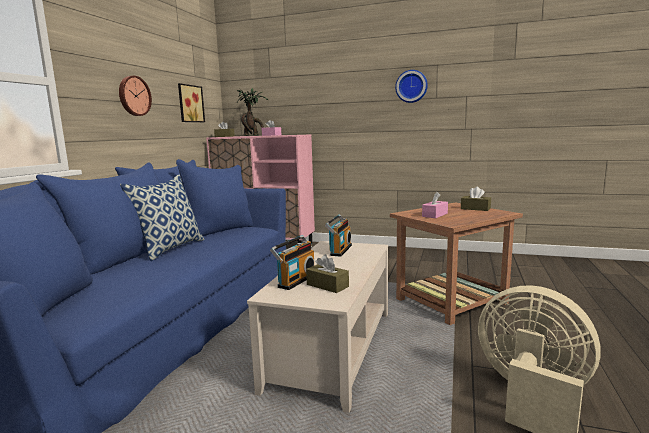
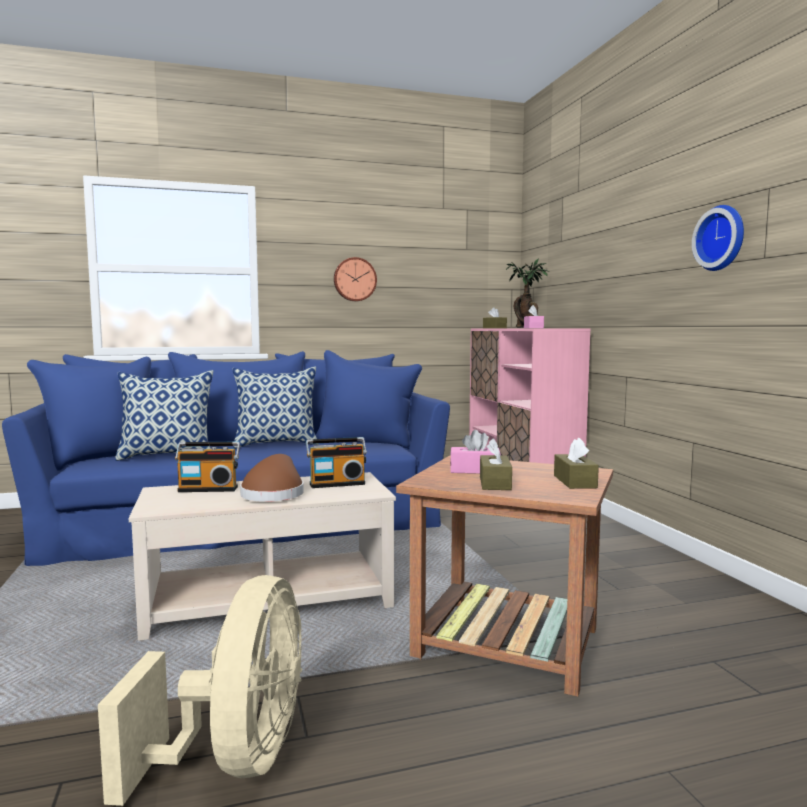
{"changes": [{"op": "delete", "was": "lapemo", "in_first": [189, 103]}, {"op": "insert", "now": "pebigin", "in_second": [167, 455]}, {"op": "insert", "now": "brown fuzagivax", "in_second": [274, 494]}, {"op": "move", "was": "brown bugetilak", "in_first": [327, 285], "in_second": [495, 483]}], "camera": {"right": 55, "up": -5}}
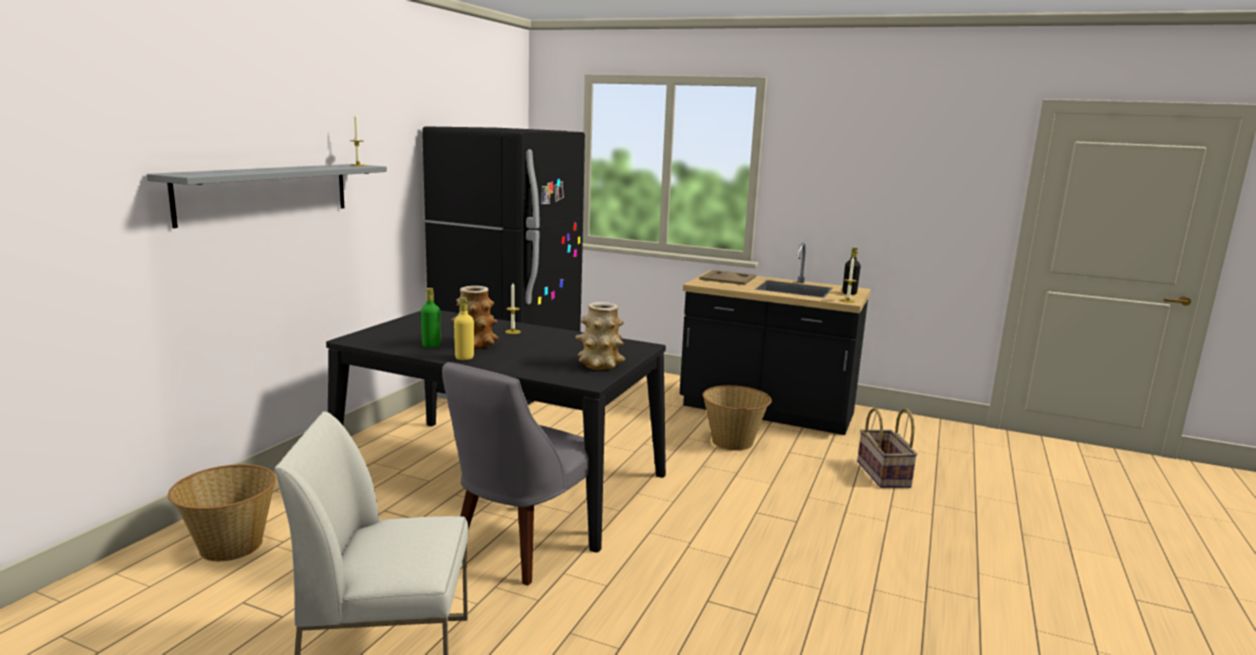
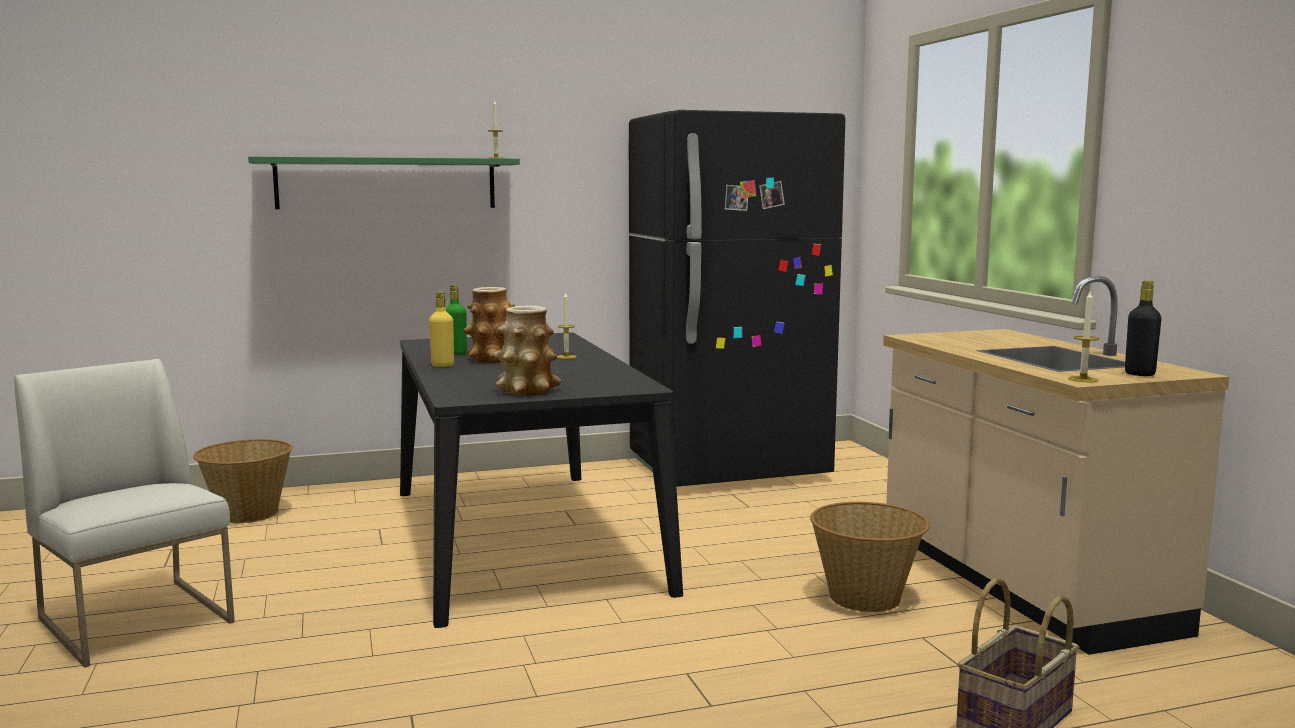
{"changes": [{"op": "delete", "was": "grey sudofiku", "in_first": [520, 546]}, {"op": "delete", "was": "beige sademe", "in_first": [727, 278]}, {"op": "recolor", "was": "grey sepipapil", "now": "green sepipapil", "in_first": [266, 192], "in_second": [387, 183]}, {"op": "recolor", "was": "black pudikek", "now": "beige pudikek", "in_first": [766, 412], "in_second": [1020, 585]}], "camera": {"right": 50, "up": -5}}
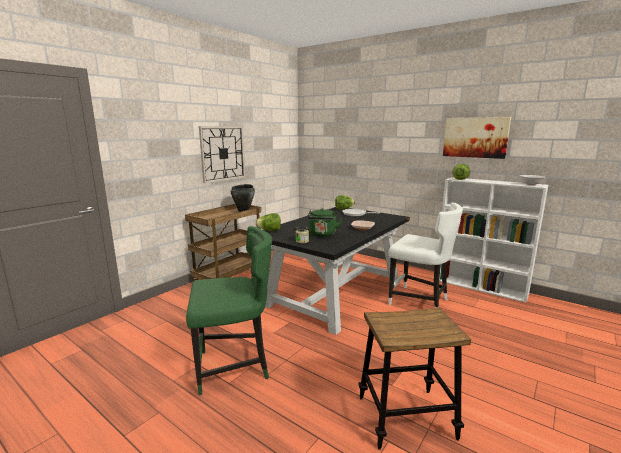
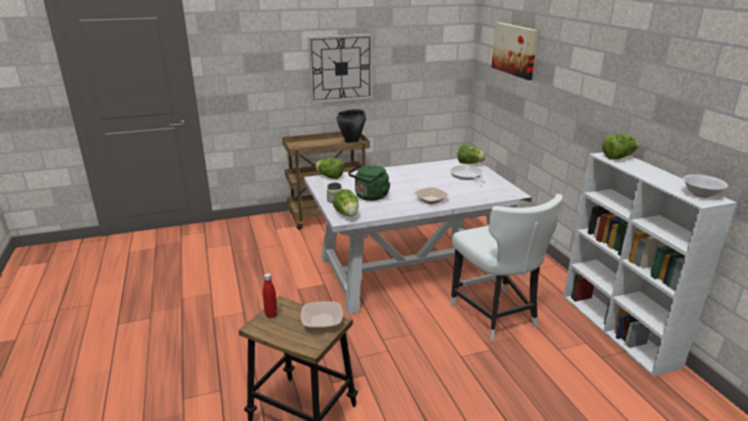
{"changes": [{"op": "delete", "was": "green sudofiku", "in_first": [235, 367]}, {"op": "insert", "now": "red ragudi", "in_second": [271, 315]}, {"op": "insert", "now": "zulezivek", "in_second": [322, 321]}, {"op": "insert", "now": "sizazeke", "in_second": [347, 215]}, {"op": "move", "was": "lapemo", "in_first": [475, 137], "in_second": [515, 50]}, {"op": "recolor", "was": "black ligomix", "now": "white ligomix", "in_first": [335, 294], "in_second": [409, 270]}], "camera": {"right": 35, "up": 10}}
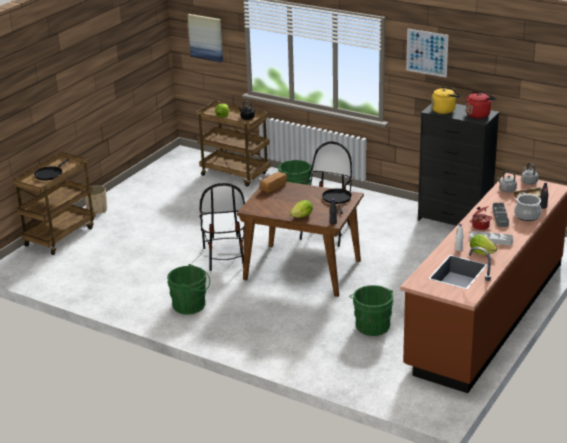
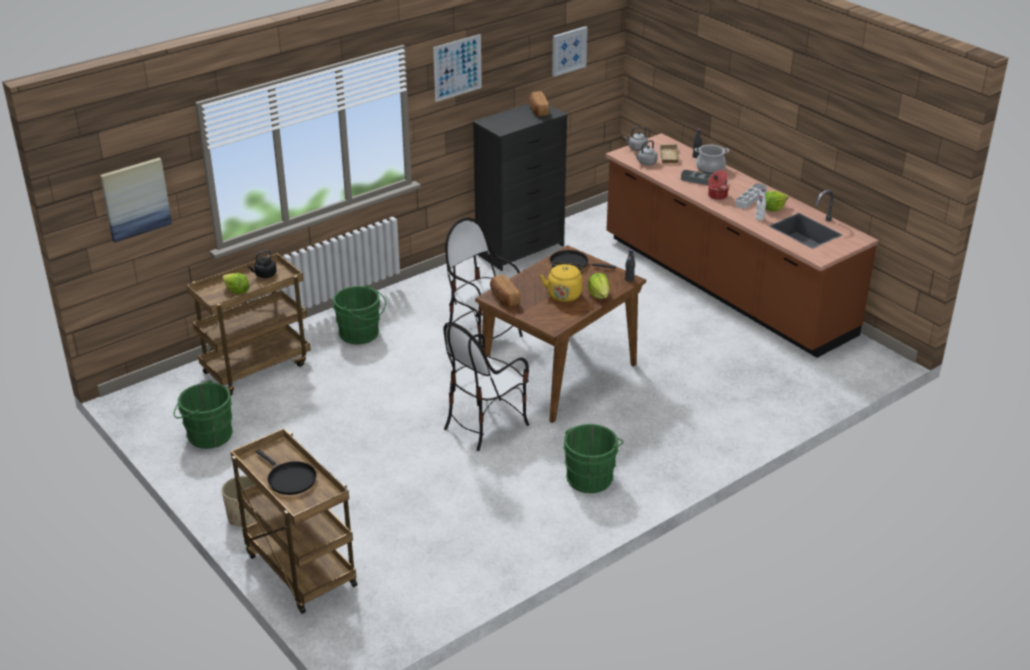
{"changes": [{"op": "insert", "now": "lapemo", "in_second": [568, 51]}, {"op": "move", "was": "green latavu", "in_first": [372, 325], "in_second": [207, 435]}, {"op": "move", "was": "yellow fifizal", "in_first": [444, 110], "in_second": [564, 294]}, {"op": "replace", "was": "red fifizal", "now": "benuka", "in_first": [479, 114], "in_second": [538, 110]}, {"op": "rotate", "was": "sudofiku", "in_first": [225, 257], "in_second": [485, 424], "clockwise": 120}], "camera": {"right": -70, "up": 5}}
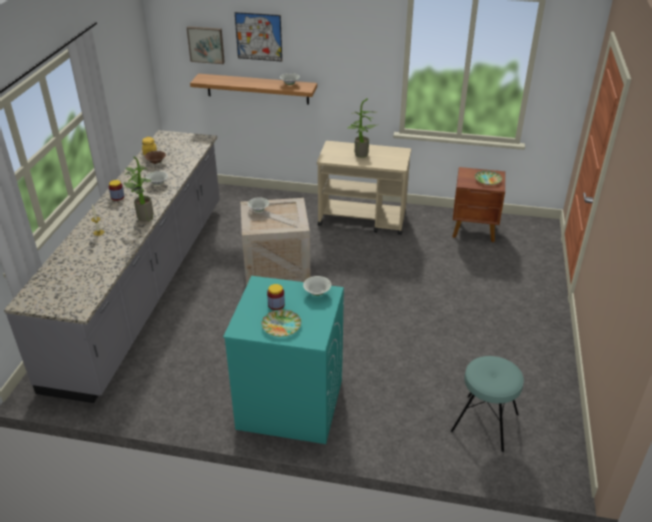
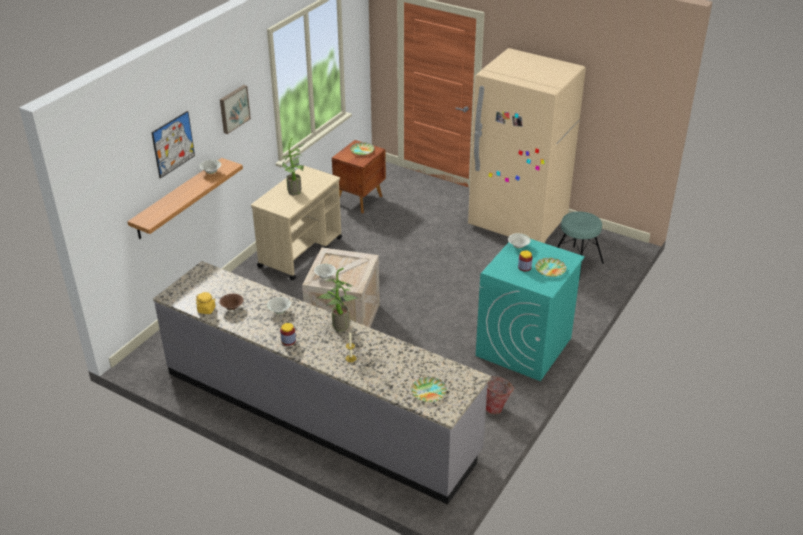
{"changes": [{"op": "insert", "now": "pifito", "in_second": [428, 391]}, {"op": "insert", "now": "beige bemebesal", "in_second": [518, 223]}, {"op": "insert", "now": "latavu", "in_second": [496, 408]}, {"op": "move", "was": "lapemo", "in_first": [206, 44], "in_second": [233, 108]}], "camera": {"right": -70, "up": 0}}
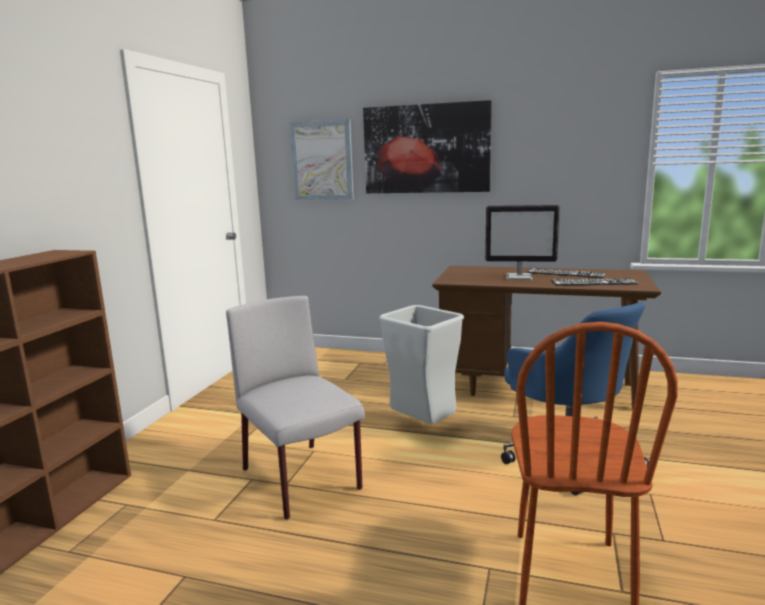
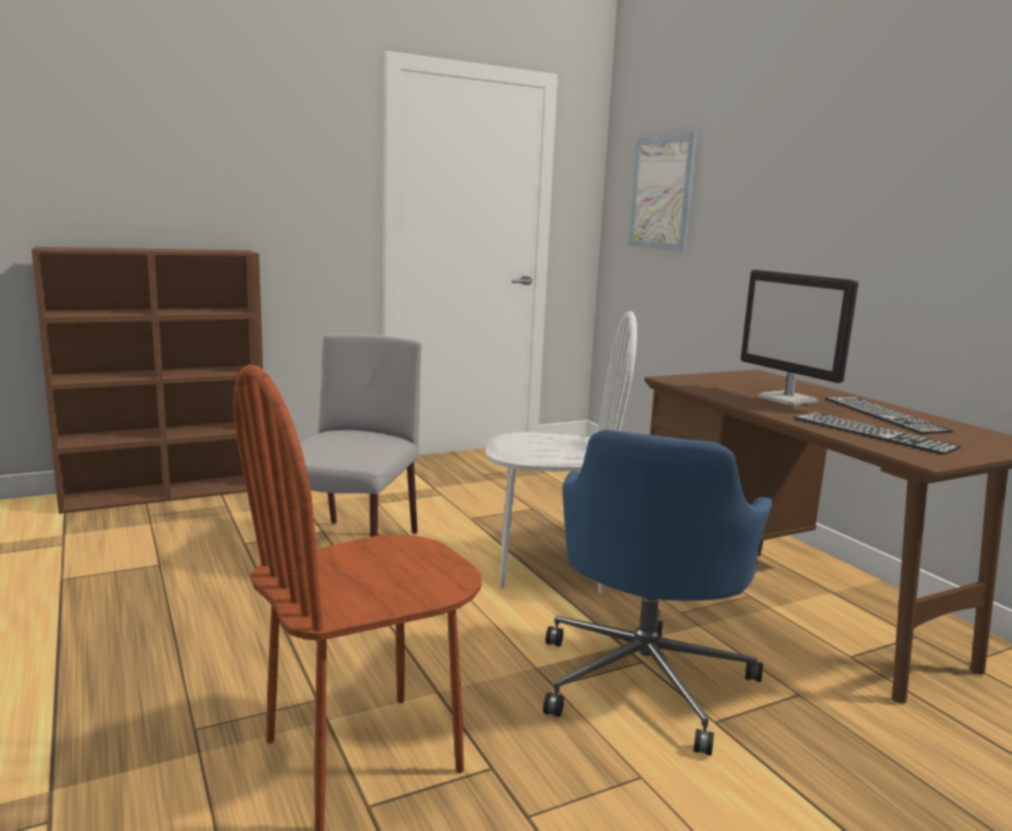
{"changes": [{"op": "delete", "was": "lapemo", "in_first": [426, 149]}, {"op": "replace", "was": "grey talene", "now": "white sudofiku", "in_first": [423, 427], "in_second": [549, 569]}], "camera": {"right": 45, "up": 0}}
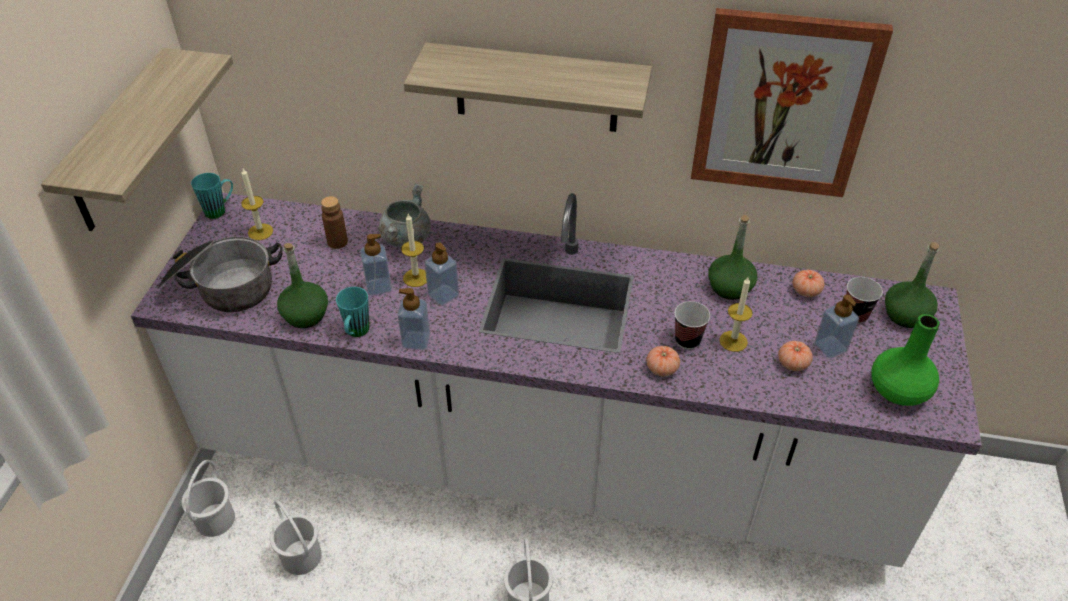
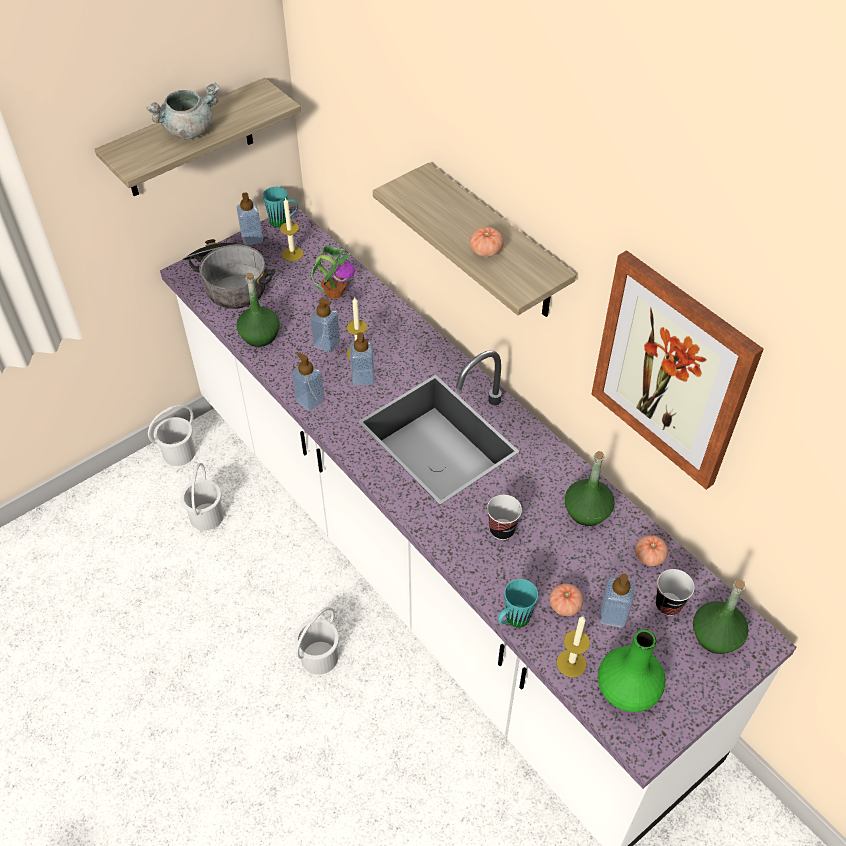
{"changes": [{"op": "insert", "now": "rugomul", "in_second": [252, 238]}, {"op": "move", "was": "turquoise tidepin", "in_first": [356, 333], "in_second": [513, 621]}, {"op": "move", "was": "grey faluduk", "in_first": [406, 238], "in_second": [189, 130]}, {"op": "move", "was": "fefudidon", "in_first": [662, 368], "in_second": [486, 251]}, {"op": "move", "was": "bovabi", "in_first": [733, 341], "in_second": [571, 663]}, {"op": "replace", "was": "brown ragudi", "now": "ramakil", "in_first": [337, 242], "in_second": [334, 292]}], "camera": {"right": 40, "up": 5}}
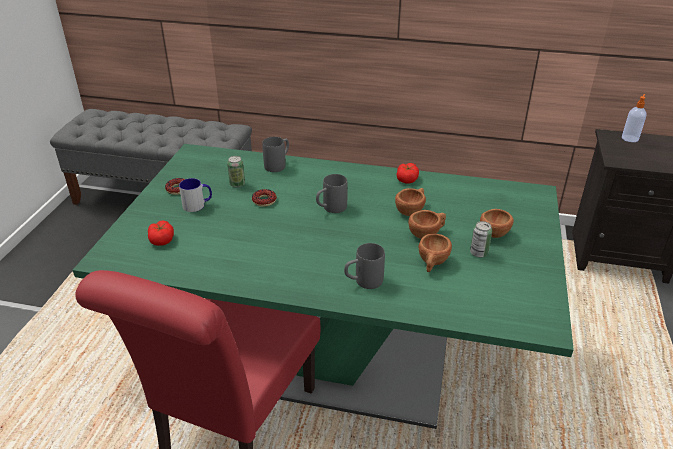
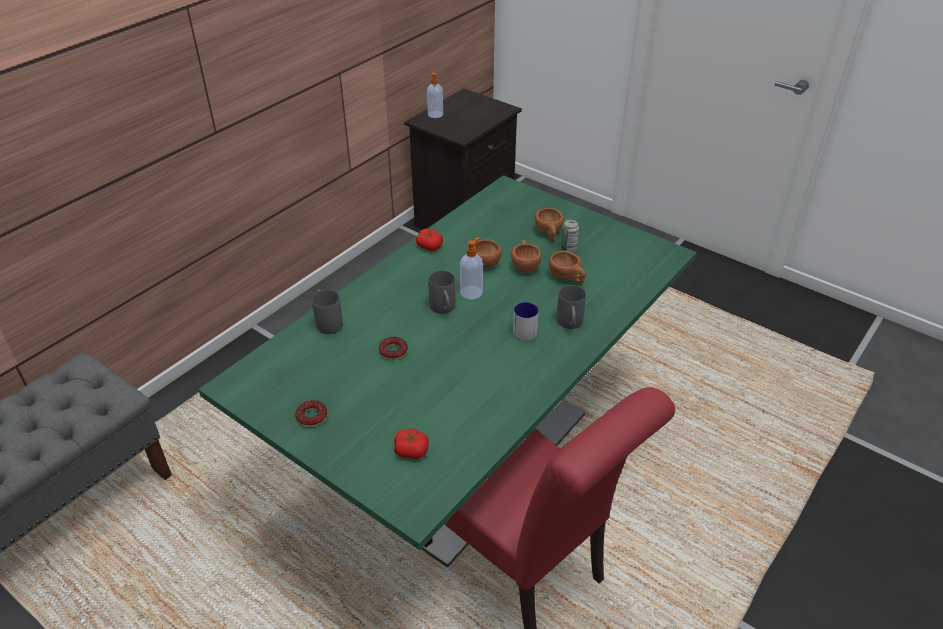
{"changes": [{"op": "delete", "was": "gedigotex", "in_first": [237, 184]}, {"op": "insert", "now": "rugomul", "in_second": [472, 292]}, {"op": "move", "was": "tidepin", "in_first": [198, 205], "in_second": [525, 329]}], "camera": {"right": -65, "up": 5}}
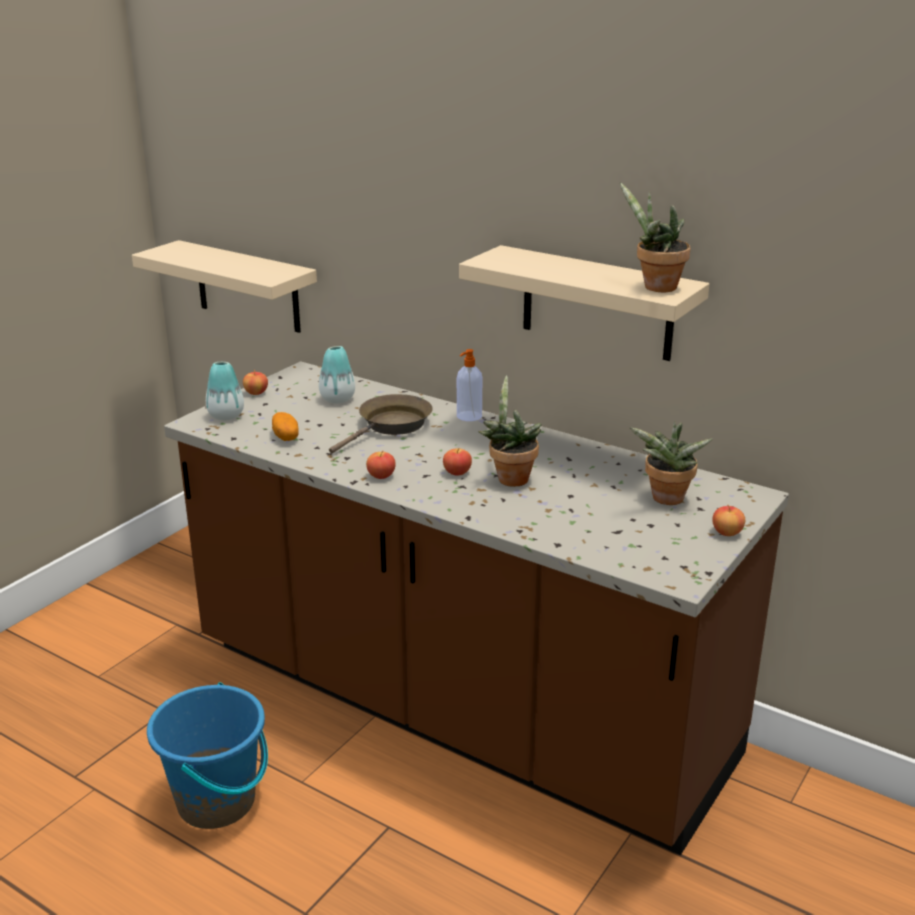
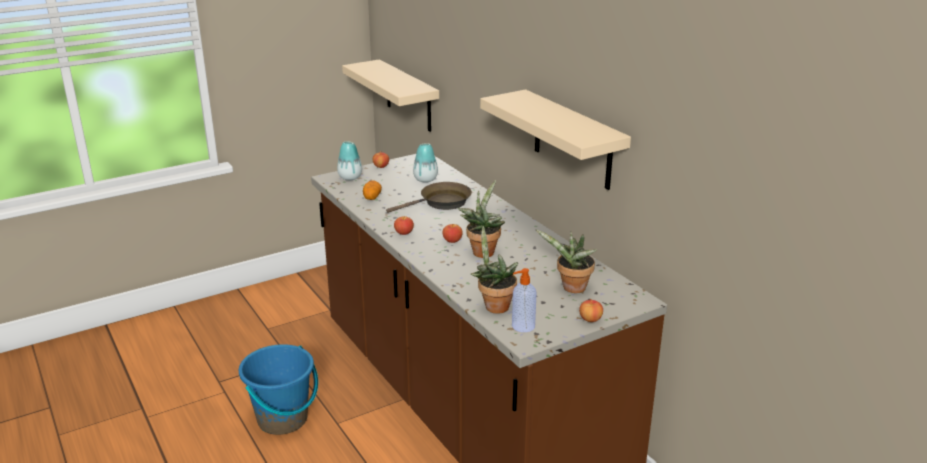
{"changes": [{"op": "move", "was": "rugomul", "in_first": [468, 416], "in_second": [522, 326]}, {"op": "move", "was": "ramakil", "in_first": [655, 287], "in_second": [494, 306]}], "camera": {"right": 25, "up": 0}}
